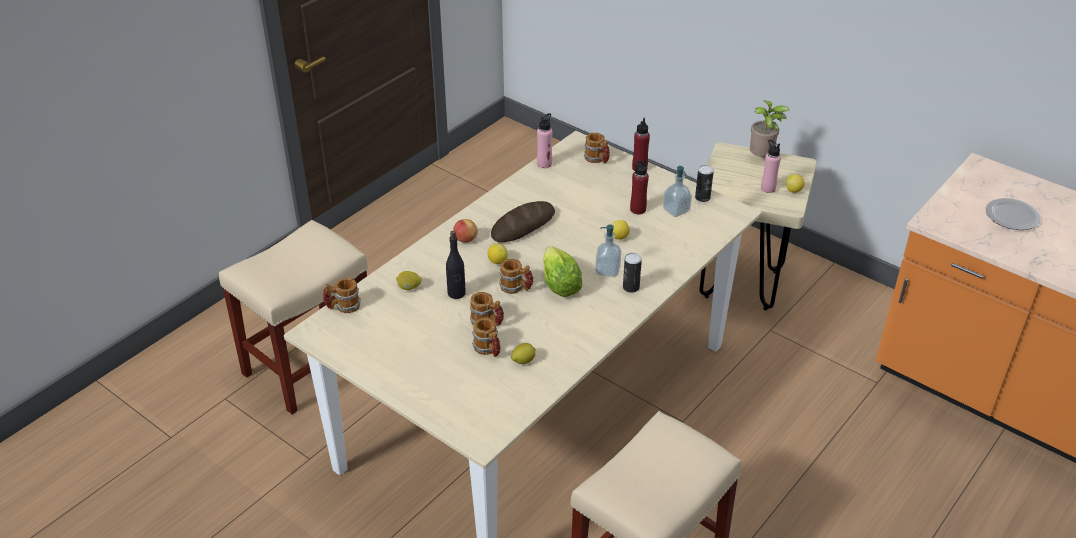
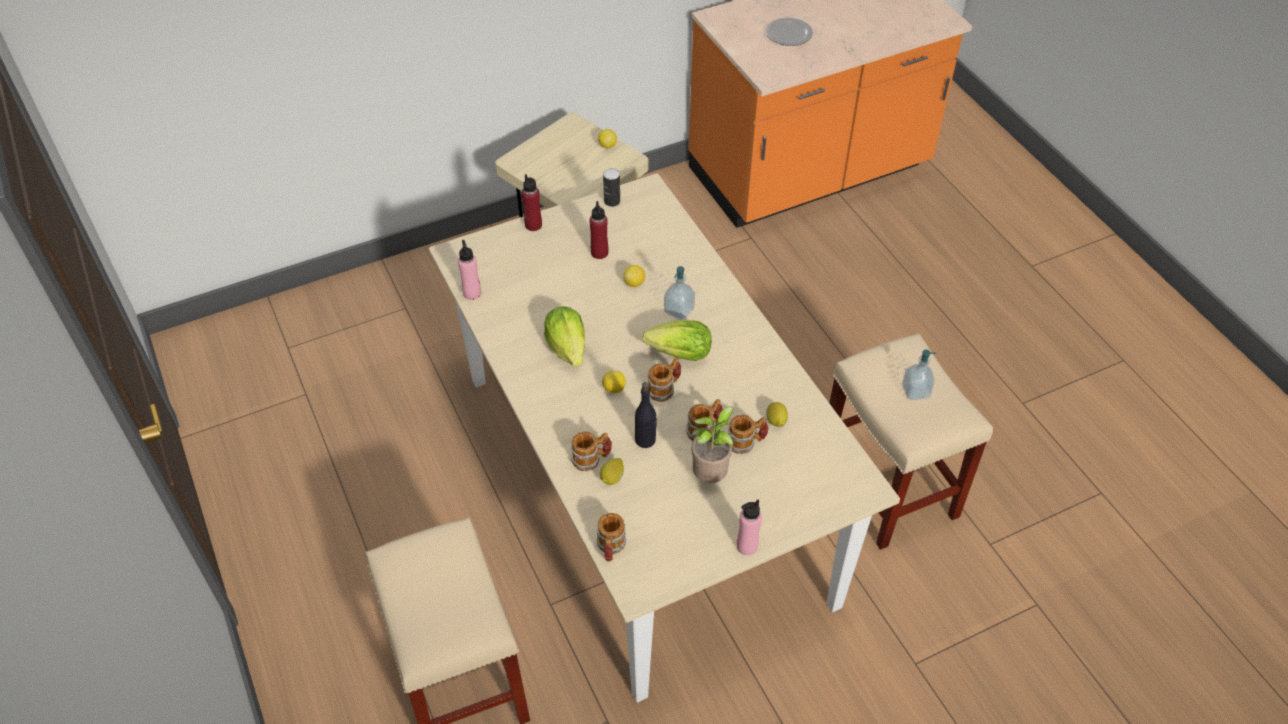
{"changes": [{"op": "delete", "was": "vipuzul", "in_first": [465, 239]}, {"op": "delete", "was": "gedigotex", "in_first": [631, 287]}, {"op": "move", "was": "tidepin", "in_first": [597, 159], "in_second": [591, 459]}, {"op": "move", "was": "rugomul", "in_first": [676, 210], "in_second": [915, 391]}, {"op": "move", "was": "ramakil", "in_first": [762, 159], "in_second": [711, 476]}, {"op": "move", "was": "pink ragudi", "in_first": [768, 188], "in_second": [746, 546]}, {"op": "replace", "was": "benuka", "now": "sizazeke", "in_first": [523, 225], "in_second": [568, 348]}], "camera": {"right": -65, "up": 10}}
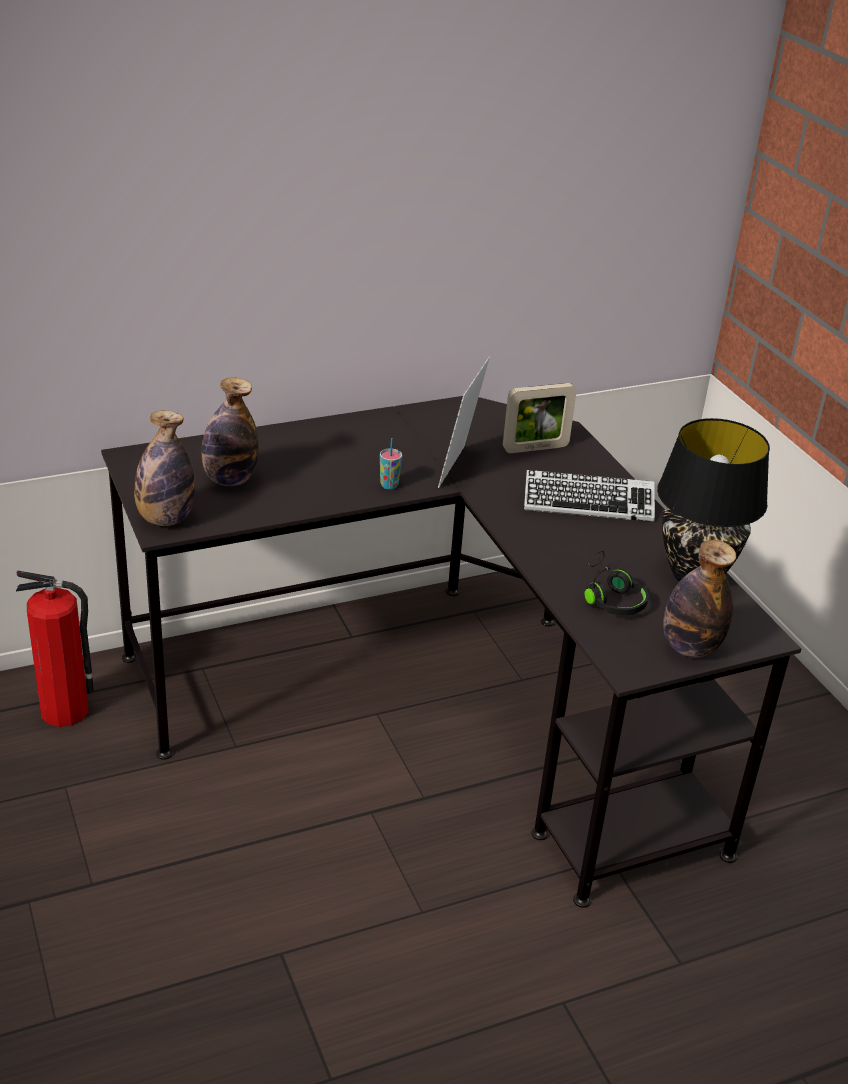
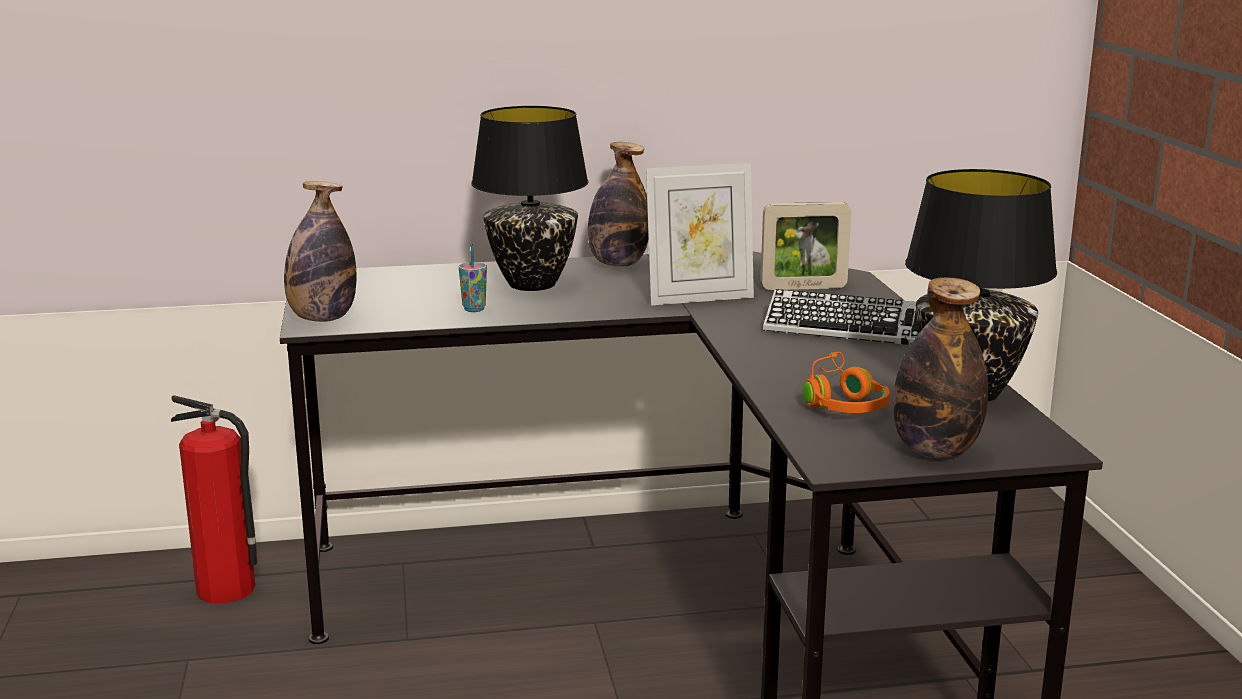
{"changes": [{"op": "insert", "now": "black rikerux", "in_second": [532, 284]}, {"op": "move", "was": "ragudi", "in_first": [230, 479], "in_second": [618, 264]}, {"op": "move", "was": "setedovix", "in_first": [389, 485], "in_second": [474, 309]}, {"op": "recolor", "was": "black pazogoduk", "now": "orange pazogoduk", "in_first": [610, 597], "in_second": [842, 402]}, {"op": "rotate", "was": "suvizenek", "in_first": [459, 468], "in_second": [699, 298], "clockwise": -135}], "camera": {"right": 15, "up": -15}}
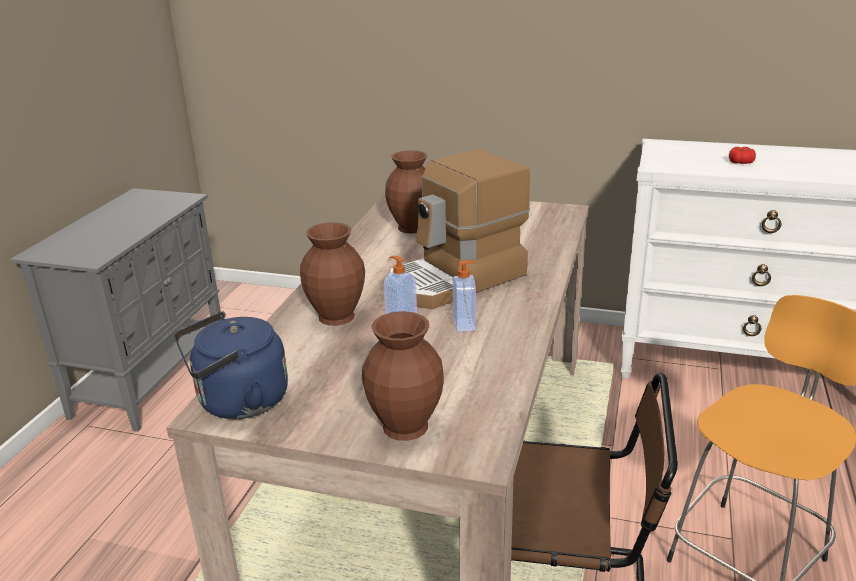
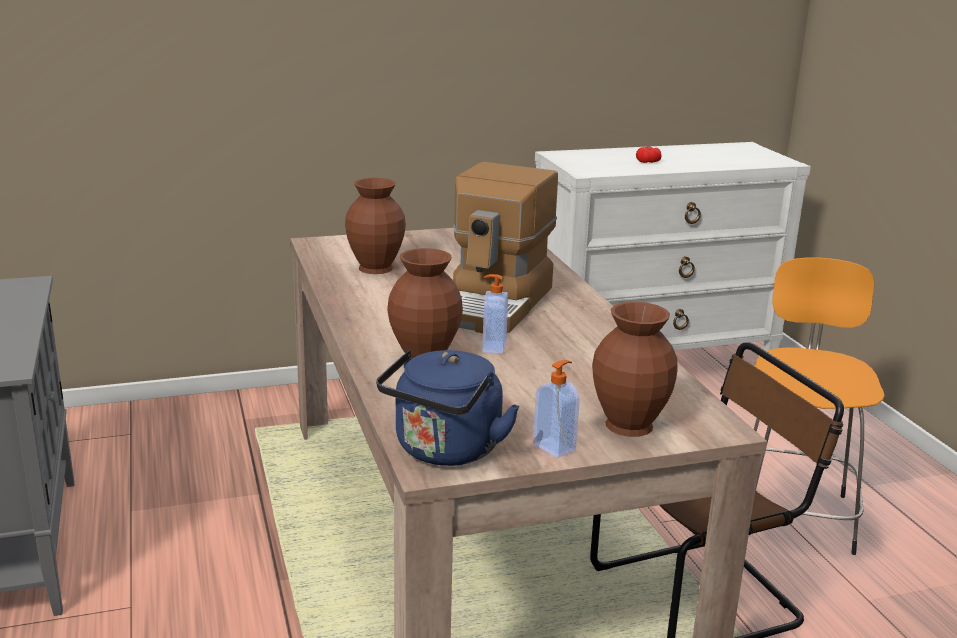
{"changes": [{"op": "move", "was": "rugomul", "in_first": [465, 324], "in_second": [555, 447]}], "camera": {"right": -35, "up": -5}}
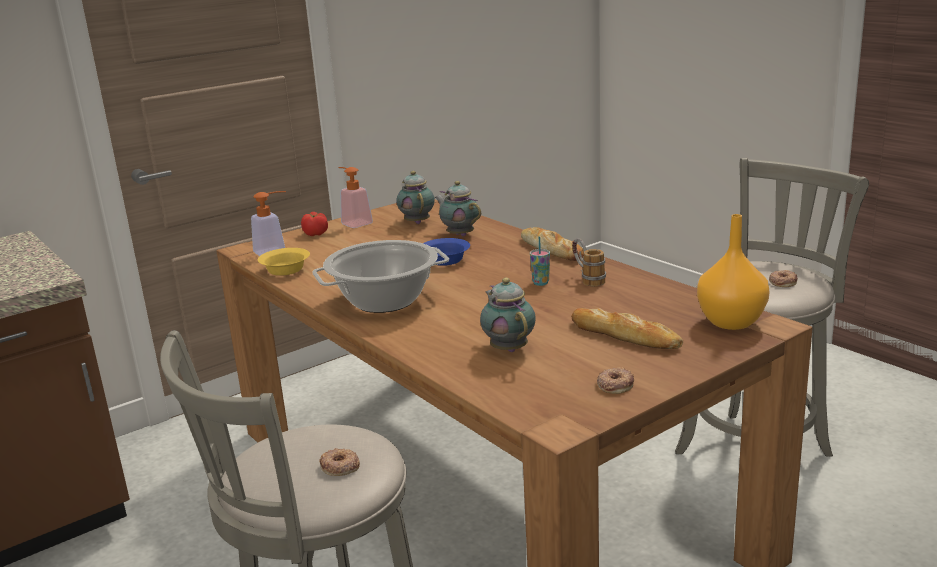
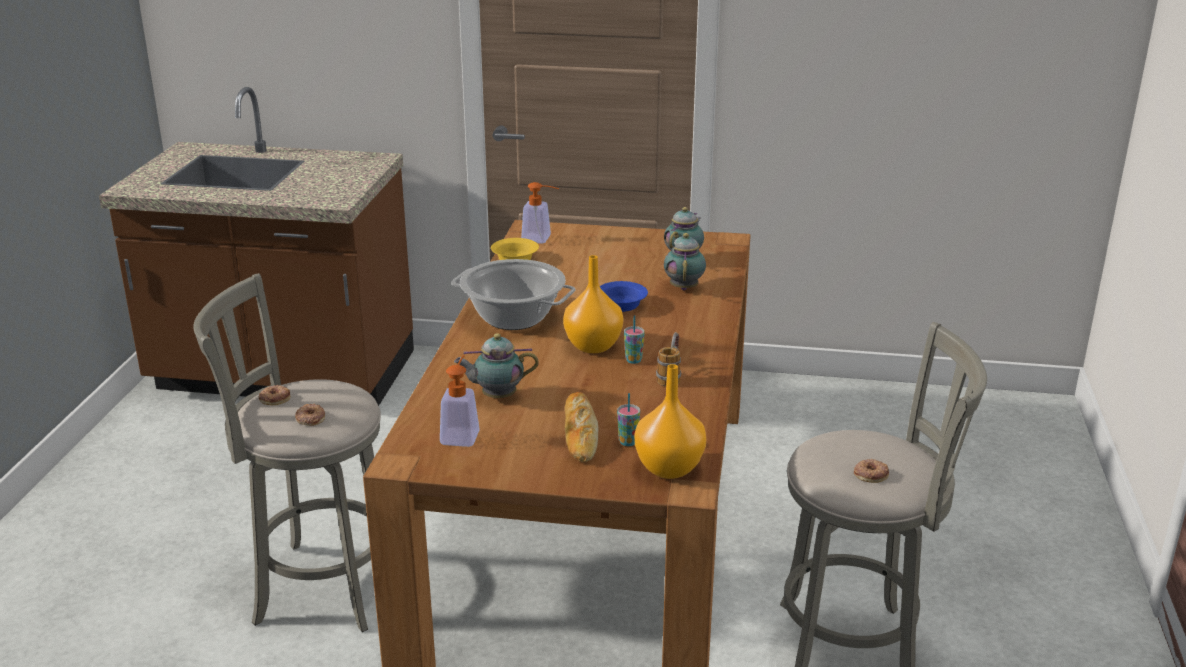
{"changes": [{"op": "delete", "was": "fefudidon", "in_first": [315, 234]}, {"op": "delete", "was": "benuka", "in_first": [552, 249]}, {"op": "insert", "now": "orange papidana", "in_second": [593, 345]}, {"op": "insert", "now": "setedovix", "in_second": [628, 442]}, {"op": "move", "was": "rugomul", "in_first": [354, 223], "in_second": [461, 434]}, {"op": "move", "was": "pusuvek", "in_first": [615, 385], "in_second": [275, 398]}, {"op": "rotate", "was": "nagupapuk", "in_first": [508, 348], "in_second": [496, 396], "clockwise": -120}], "camera": {"right": 45, "up": 5}}
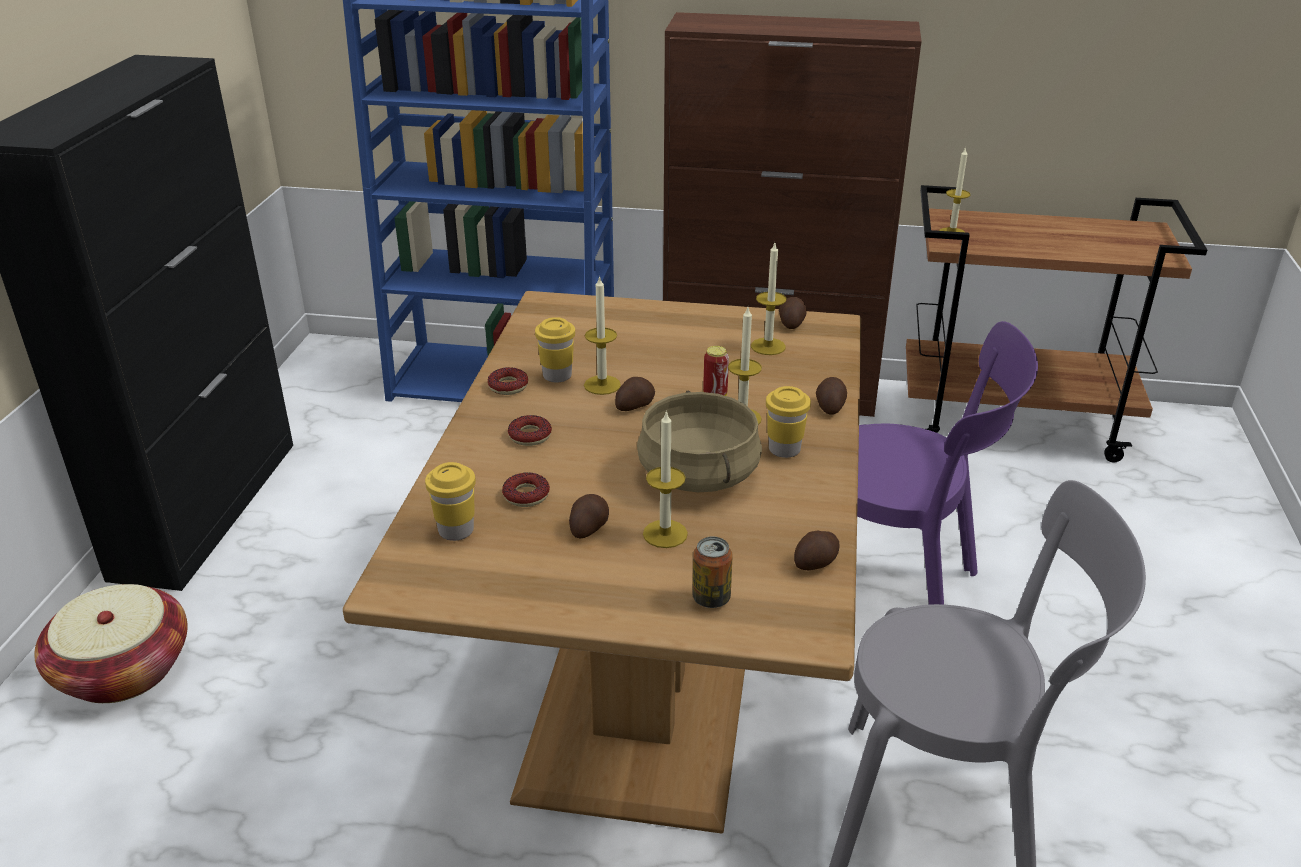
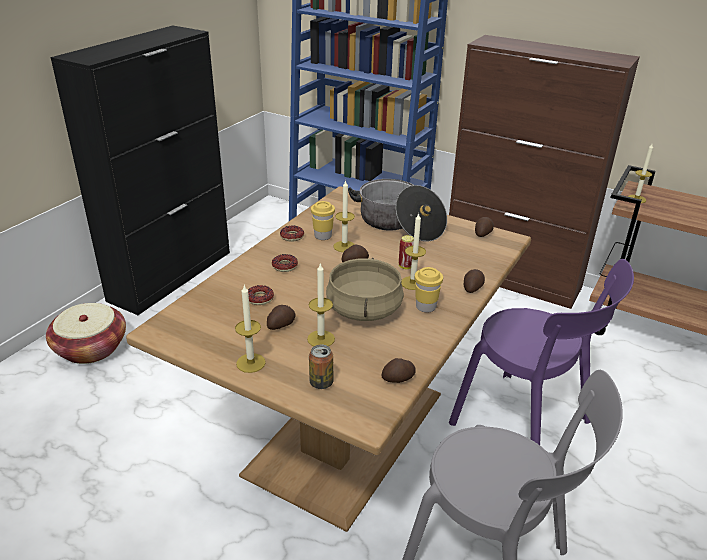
{"changes": [{"op": "delete", "was": "yellow setedovix", "in_first": [456, 530]}, {"op": "insert", "now": "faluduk", "in_second": [399, 224]}, {"op": "move", "was": "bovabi", "in_first": [768, 346], "in_second": [251, 363]}], "camera": {"right": 20, "up": 0}}
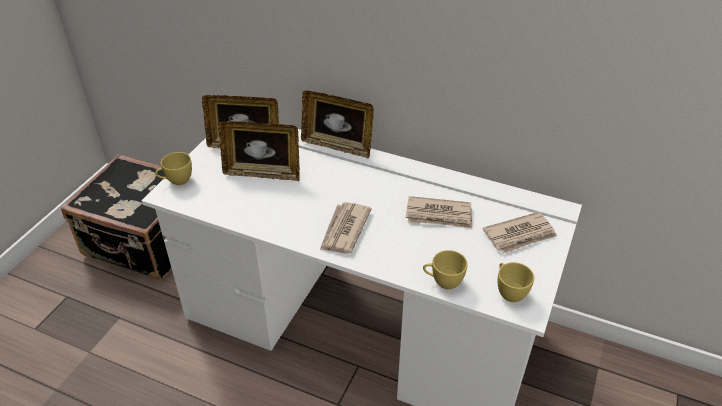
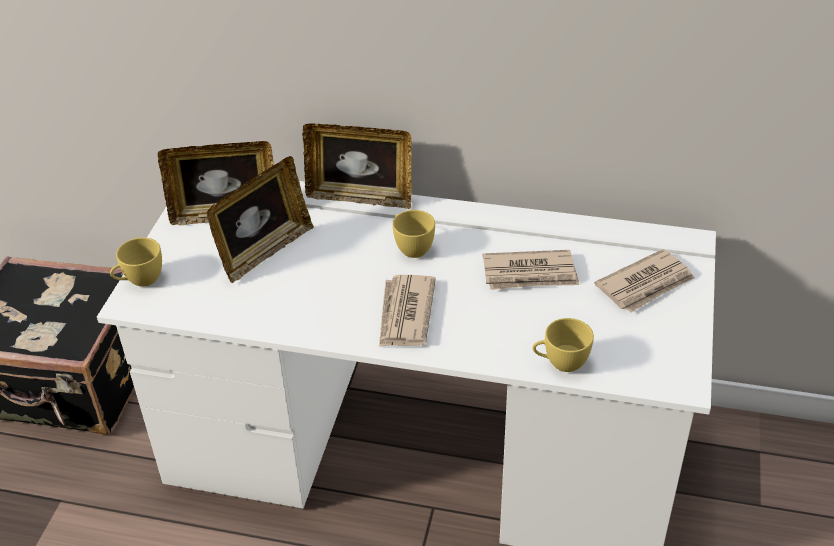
{"changes": [{"op": "move", "was": "yellow setedovix", "in_first": [509, 291], "in_second": [411, 247]}, {"op": "rotate", "was": "suvizenek", "in_first": [263, 173], "in_second": [264, 251], "clockwise": -45}], "camera": {"right": -10, "up": 0}}
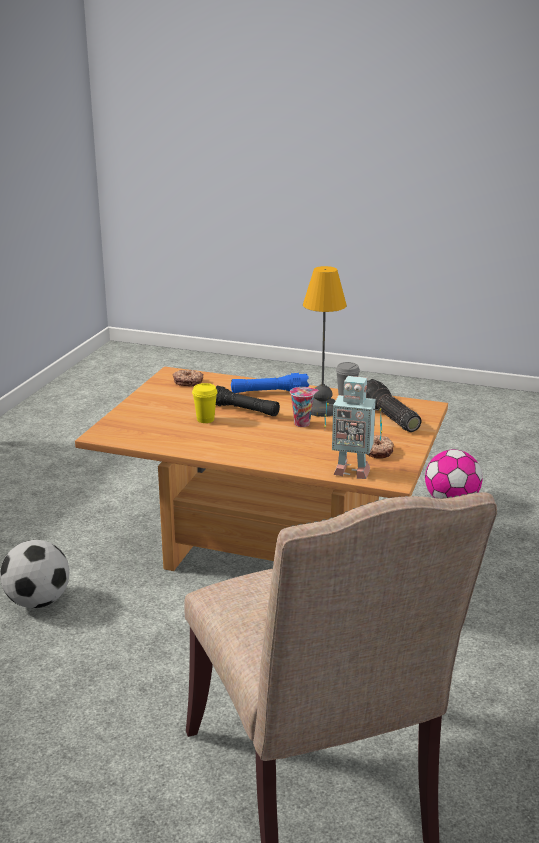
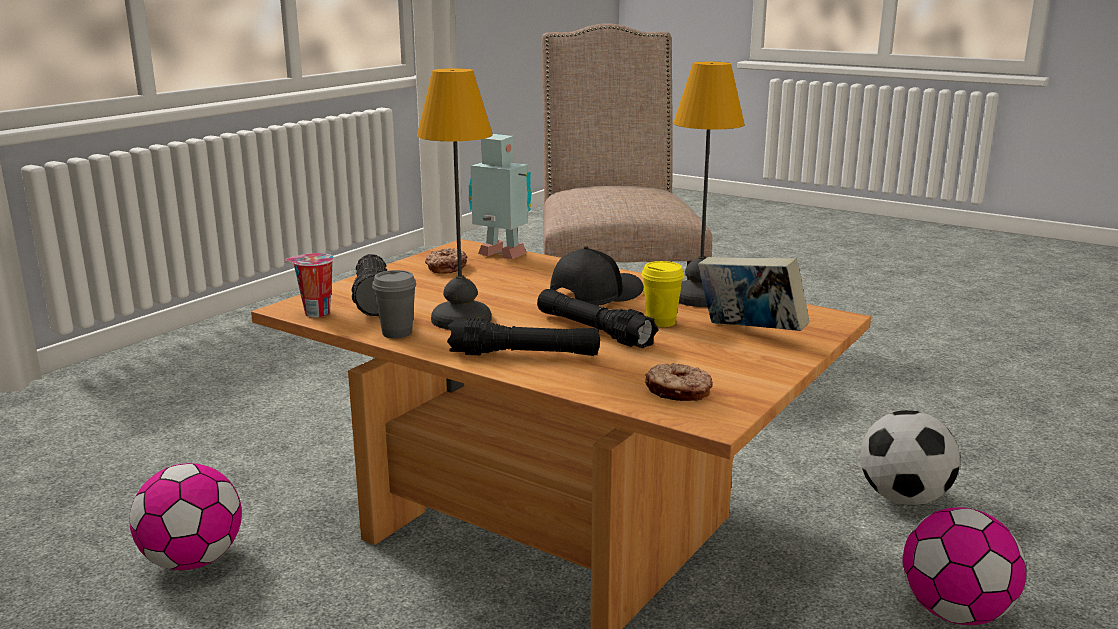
{"changes": [{"op": "insert", "now": "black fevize", "in_second": [594, 295]}, {"op": "insert", "now": "rikerux", "in_second": [699, 297]}, {"op": "insert", "now": "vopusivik", "in_second": [749, 333]}, {"op": "insert", "now": "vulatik", "in_second": [955, 613]}, {"op": "move", "was": "setedovix", "in_first": [303, 423], "in_second": [315, 313]}, {"op": "recolor", "was": "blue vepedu", "now": "black vepedu", "in_first": [269, 392], "in_second": [524, 354]}], "camera": {"right": -165, "up": -5}}
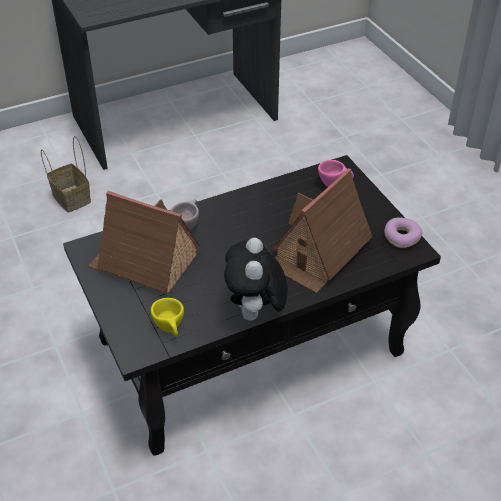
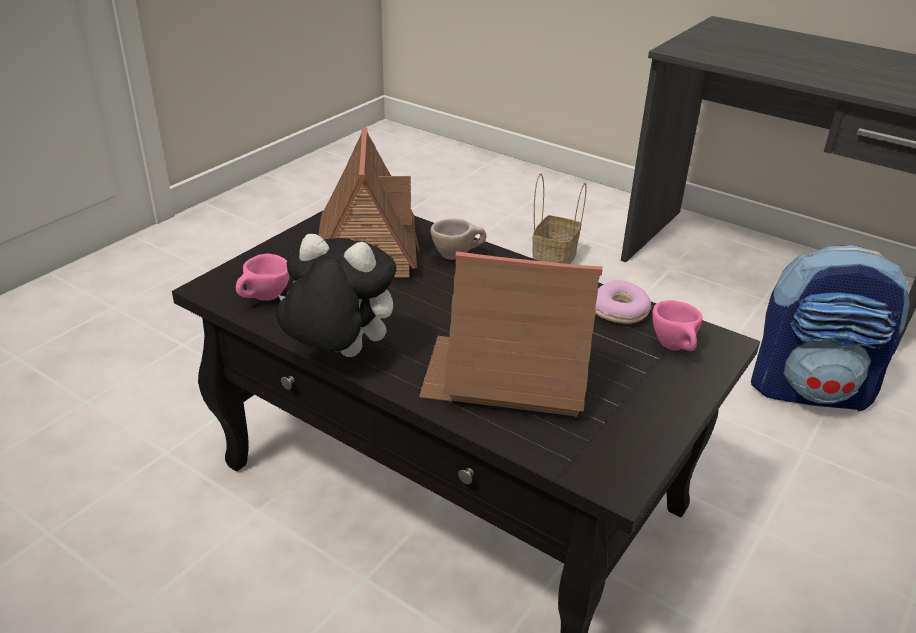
{"changes": [{"op": "insert", "now": "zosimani", "in_second": [811, 389]}, {"op": "move", "was": "pusuvek", "in_first": [401, 237], "in_second": [620, 311]}, {"op": "recolor", "was": "yellow setedovix", "now": "pink setedovix", "in_first": [171, 329], "in_second": [264, 299]}, {"op": "rotate", "was": "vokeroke", "in_first": [255, 313], "in_second": [338, 354], "clockwise": 45}], "camera": {"right": 60, "up": -10}}
